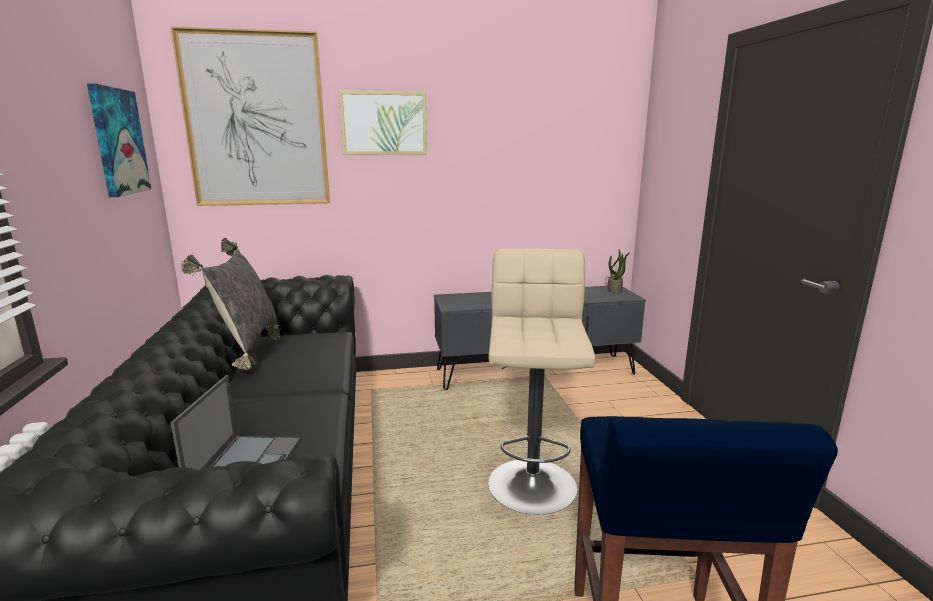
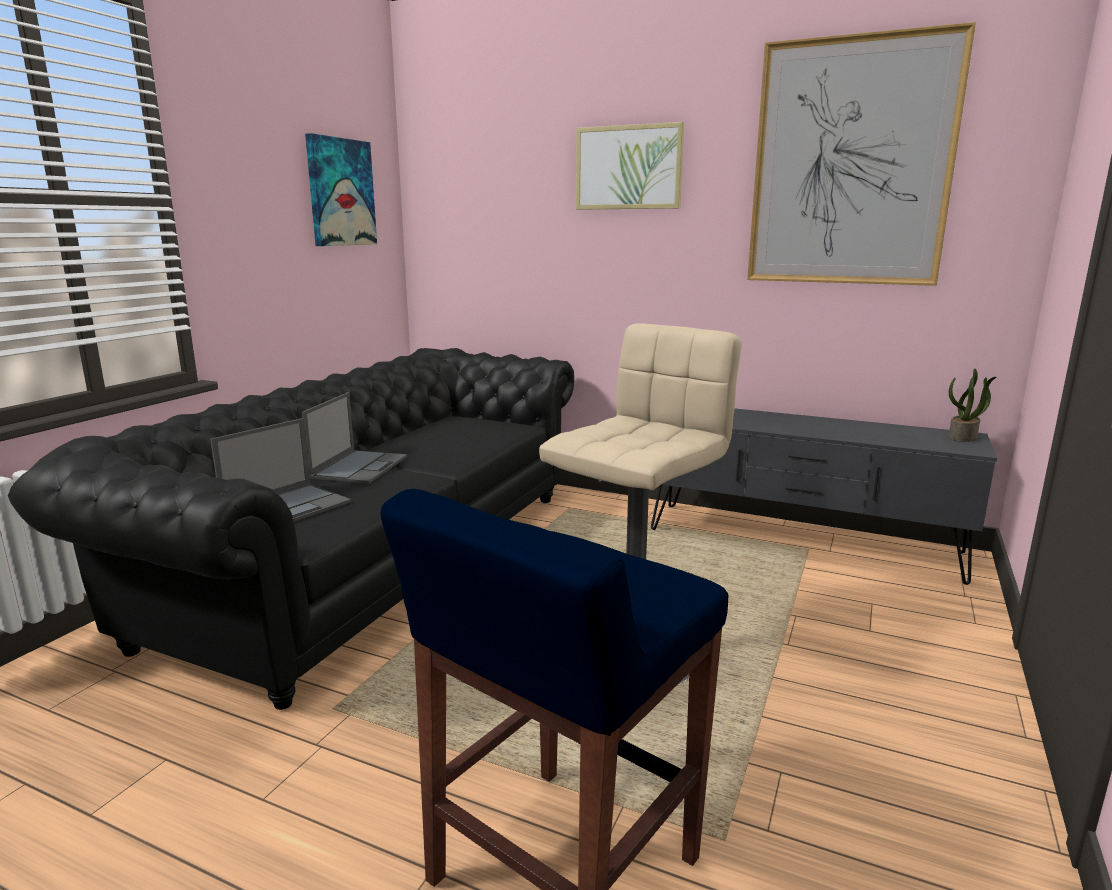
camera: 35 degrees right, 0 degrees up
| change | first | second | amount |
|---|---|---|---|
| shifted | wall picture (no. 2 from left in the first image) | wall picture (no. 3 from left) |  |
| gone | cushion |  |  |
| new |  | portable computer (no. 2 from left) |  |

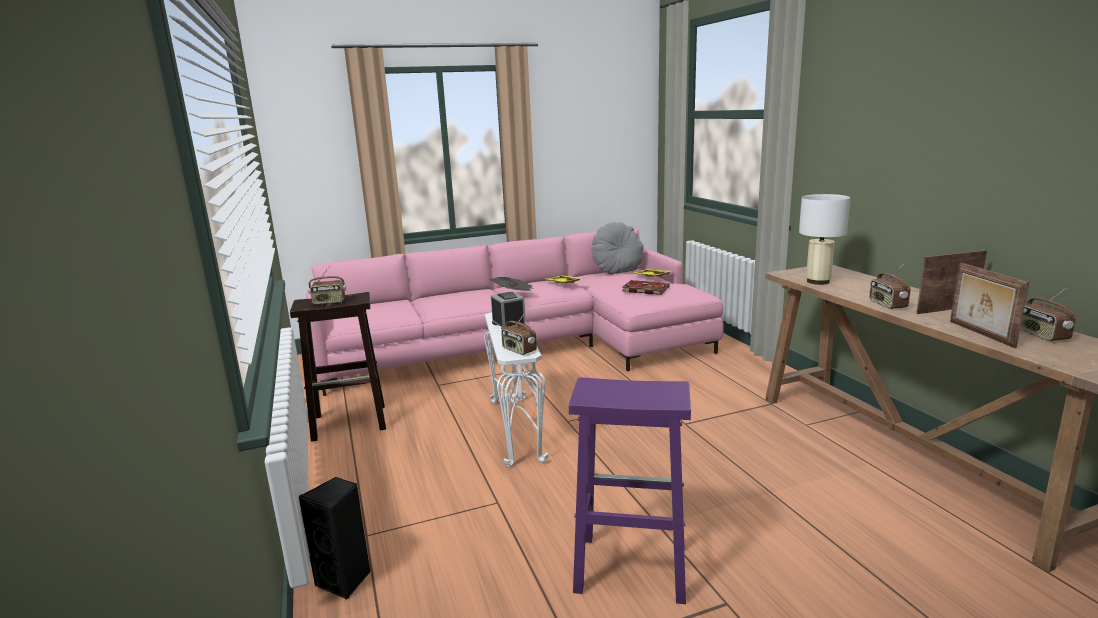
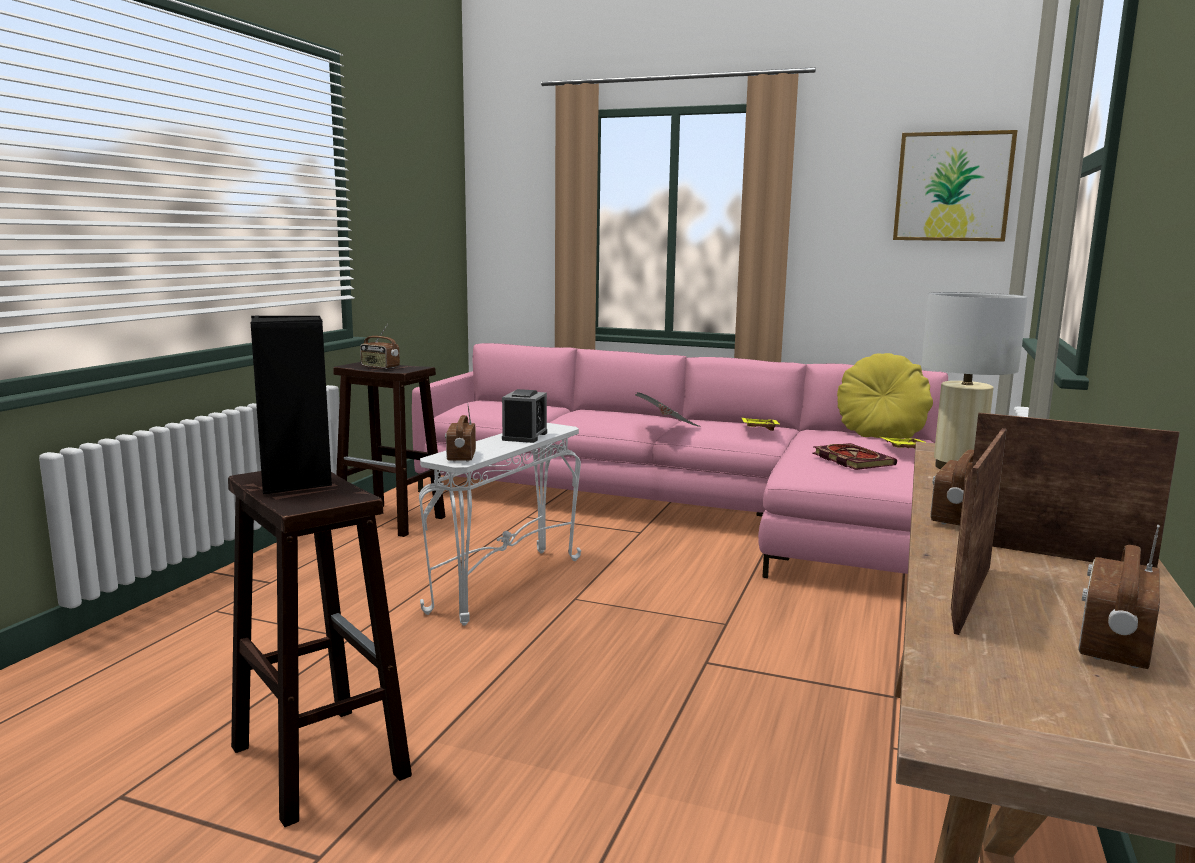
camera: 40 degrees right, 5 degrees down
| change | first | second | amount |
|---|---|---|---|
| shifted | speaker/blackish |  |  |
| repainted | sitting stool/purple-coloured | sitting stool/brown-coloured (no. 1 from left) |  |
| repainted | cushion/greyish | cushion/yellowish |  |
| new |  | wall picture |  |

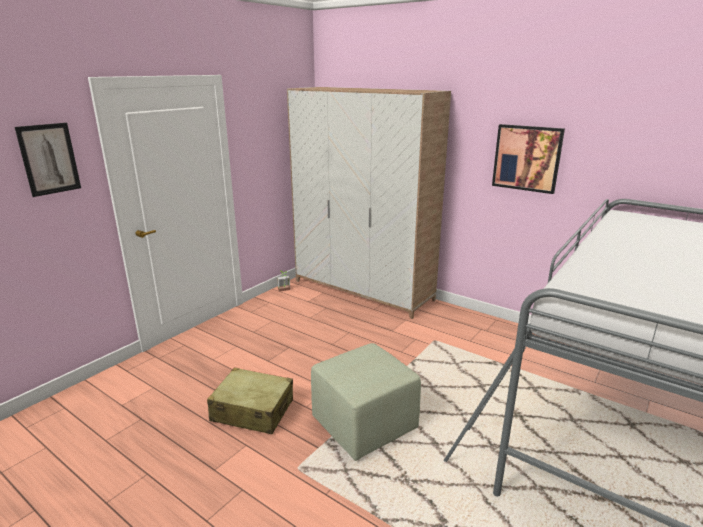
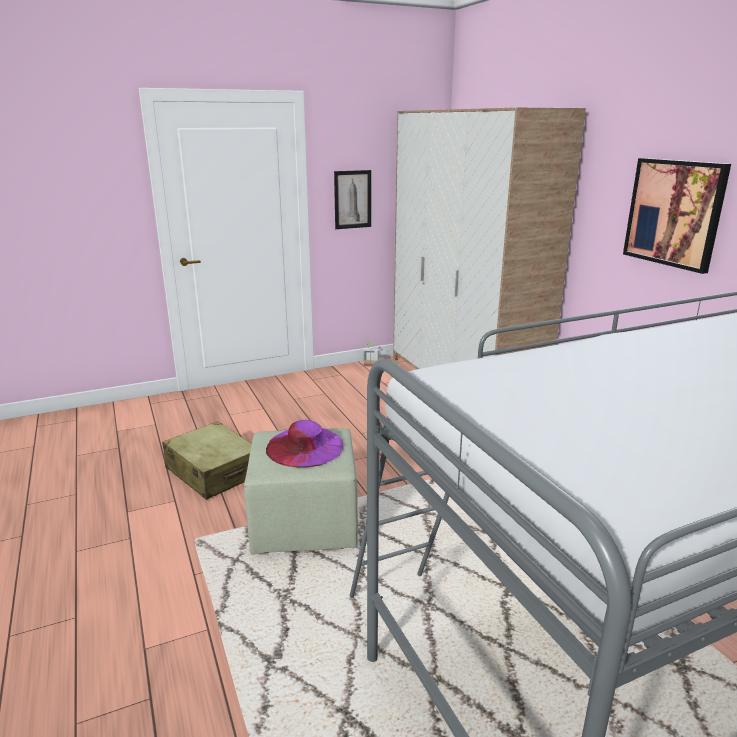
camera: 30 degrees right, 0 degrees up
| change | first | second | amount |
|---|---|---|---|
| shifted | wall picture (no. 1 from left) |  |  |
| new |  | hat/purple-coloured |  |

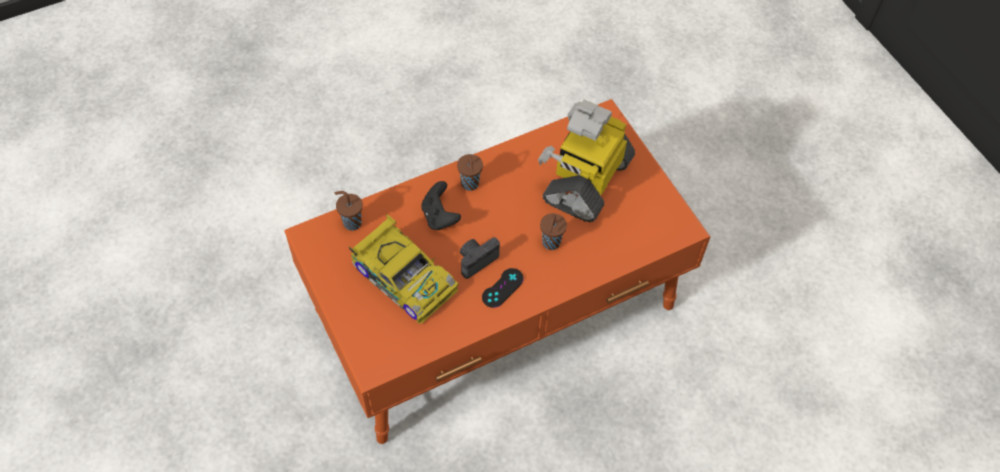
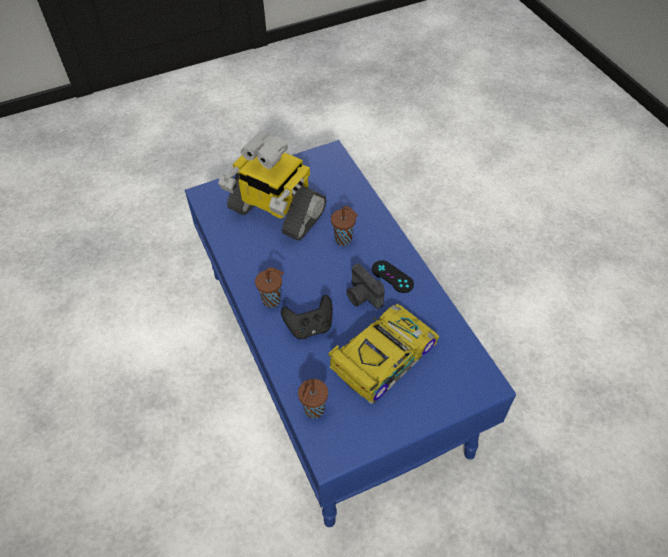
camera: 85 degrees left, 5 degrees down
| change | first | second | amount |
|---|---|---|---|
| repainted | coffee table/orange | coffee table/bluish |  |

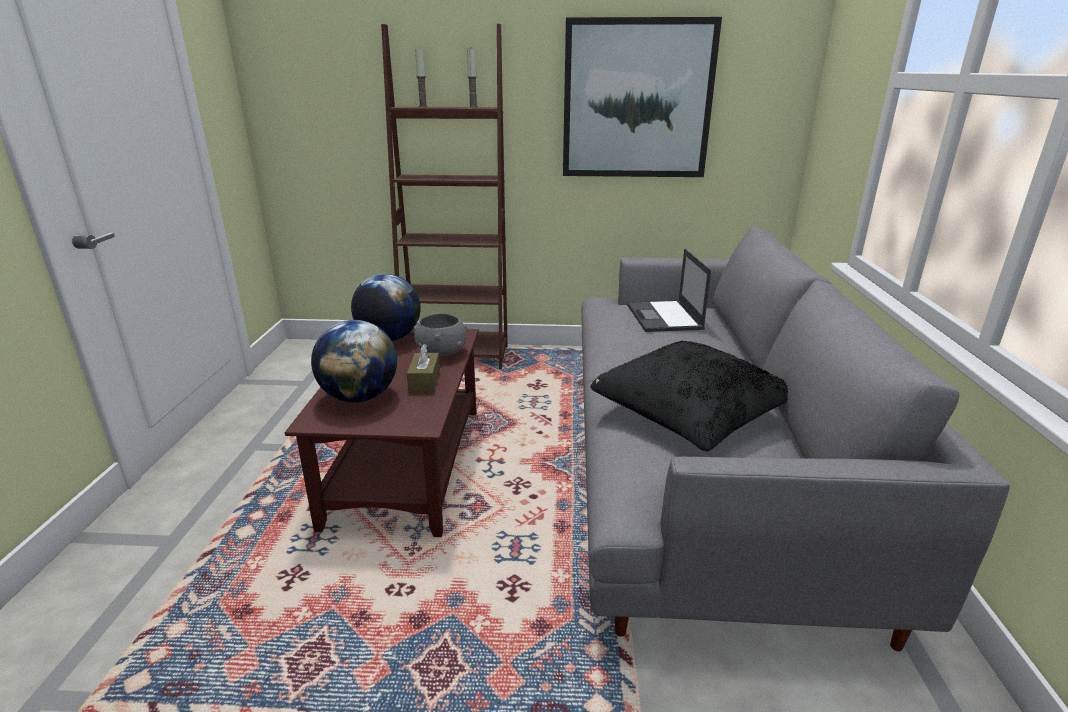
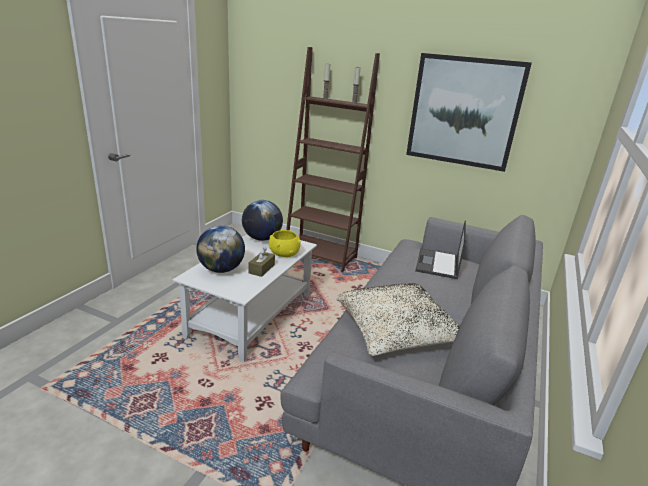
camera: 20 degrees right, 0 degrees up
| change | first | second | amount |
|---|---|---|---|
| repainted | coffee table/brown-coloured | coffee table/white-coloured |  |
| repainted | deep dish/greyish | deep dish/yellowish |  |
| repainted | cushion/blackish | cushion/sand-coloured |  |

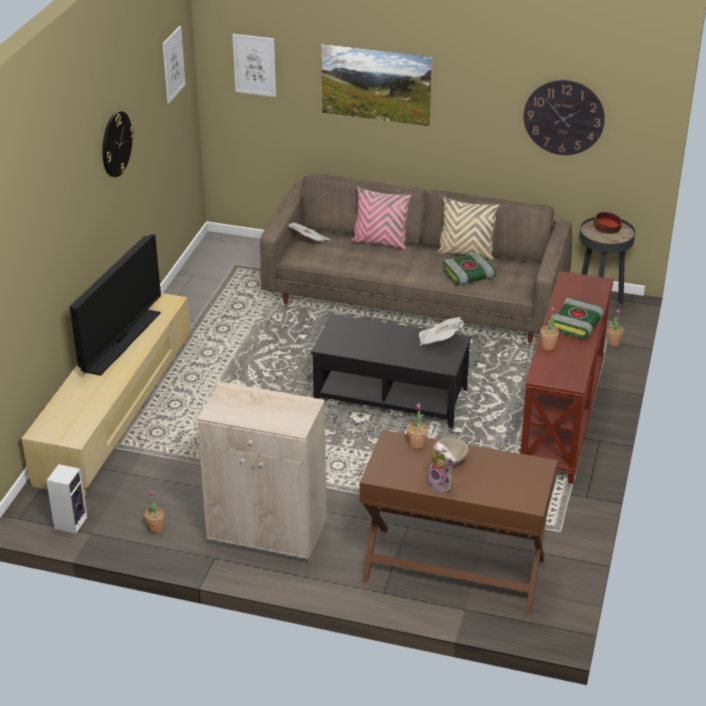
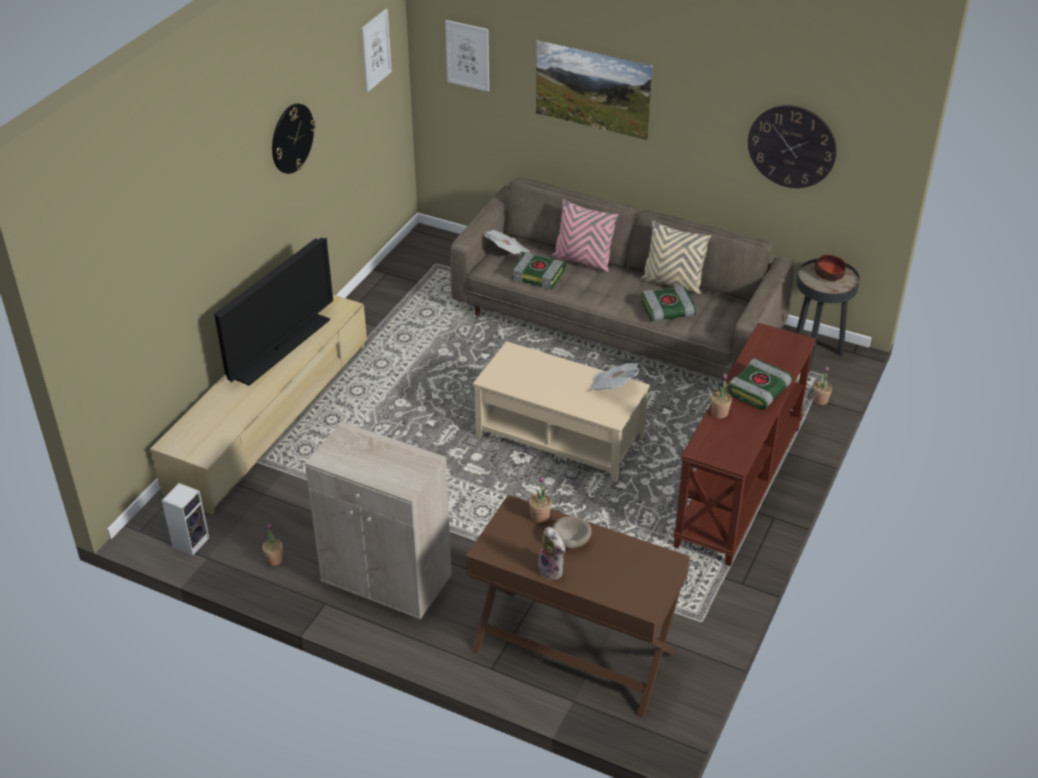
camera: 10 degrees right, 5 degrees up
| change | first | second | amount |
|---|---|---|---|
| repainted | coffee table/blackish | coffee table/sand-coloured |  |
| new |  | bound book (no. 1 from left) |  |

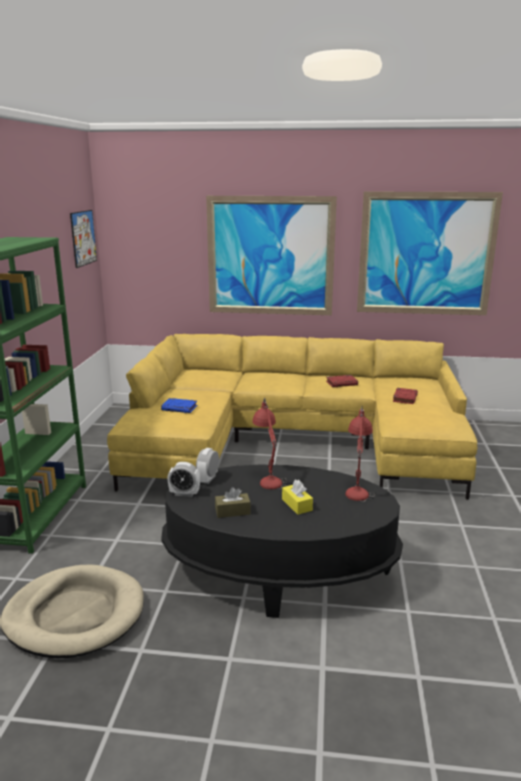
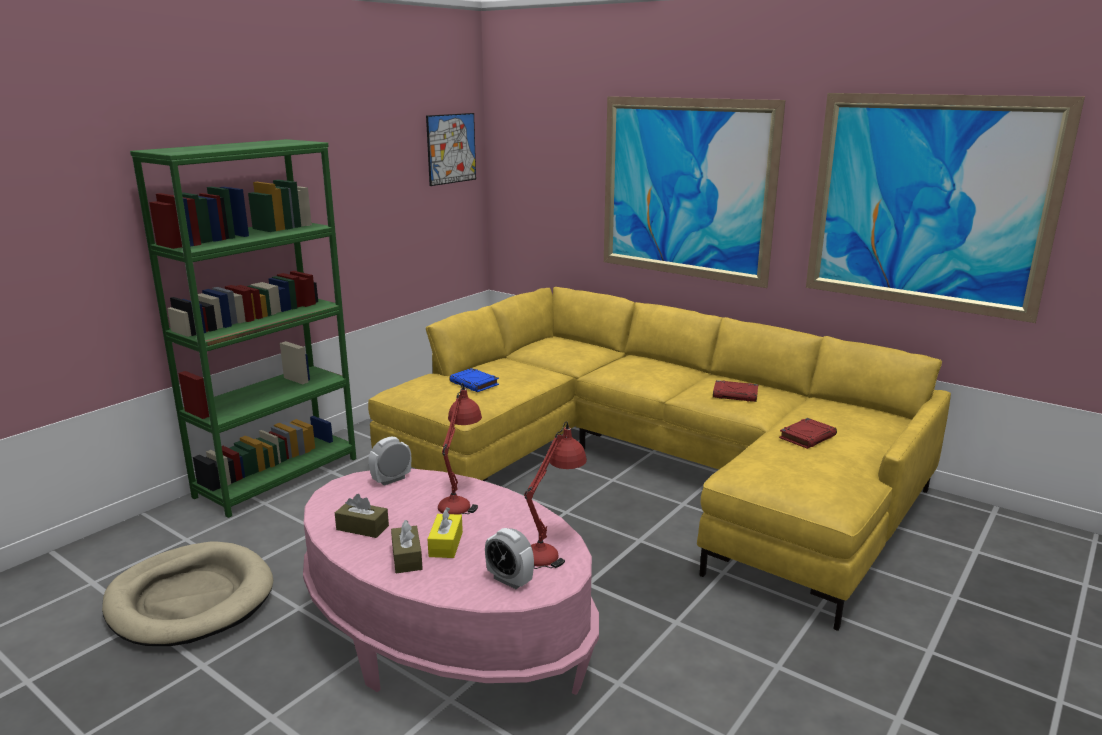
camera: 30 degrees right, 0 degrees up
| change | first | second | amount |
|---|---|---|---|
| repainted | coffee table/blackish | coffee table/pink-coloured |  |
| shifted | alarm clock (no. 1 from left in the first image) | alarm clock (no. 2 from left) |  |
| new |  | tissue box/brown-coloured (no. 2 from left) |  |

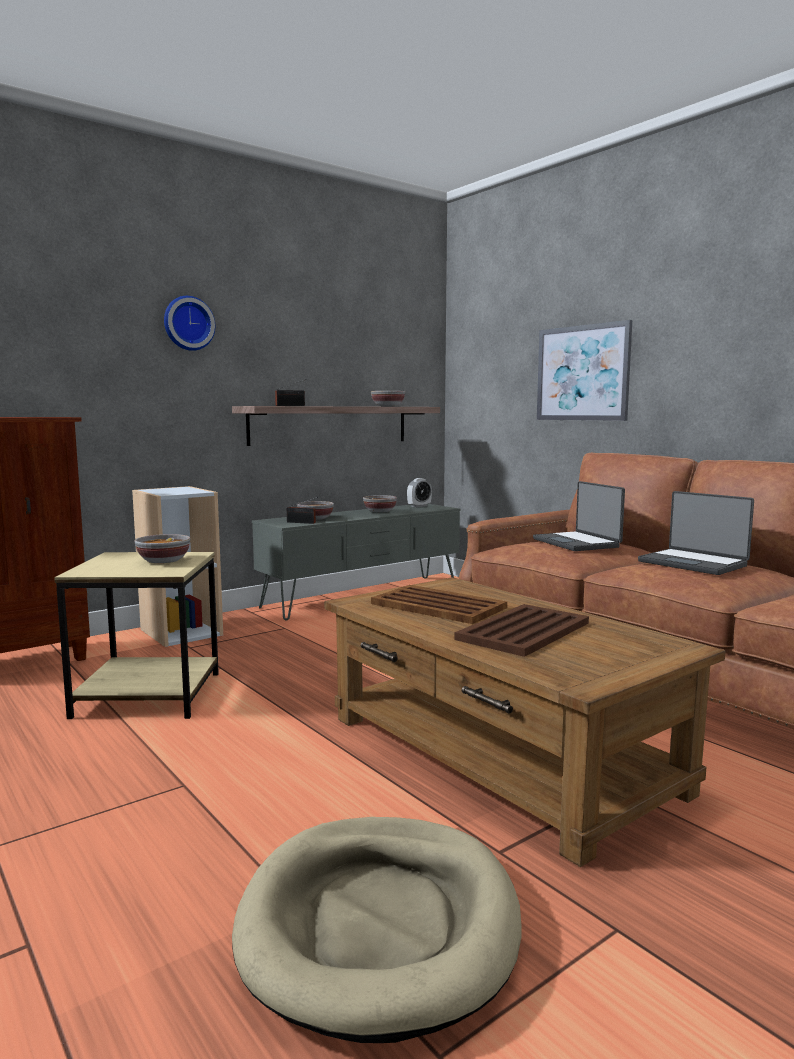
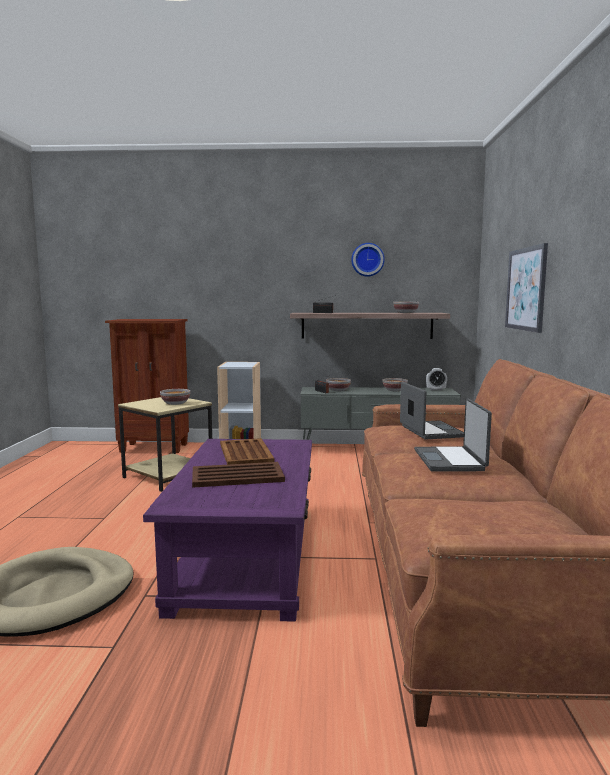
camera: 40 degrees right, 0 degrees up
| change | first | second | amount |
|---|---|---|---|
| shifted | wall clock |  |  |
| repainted | coffee table/brown-coloured | coffee table/purple-coloured |  |
| rotated | portable computer (no. 1 from left) |  | 150 degrees clockwise |

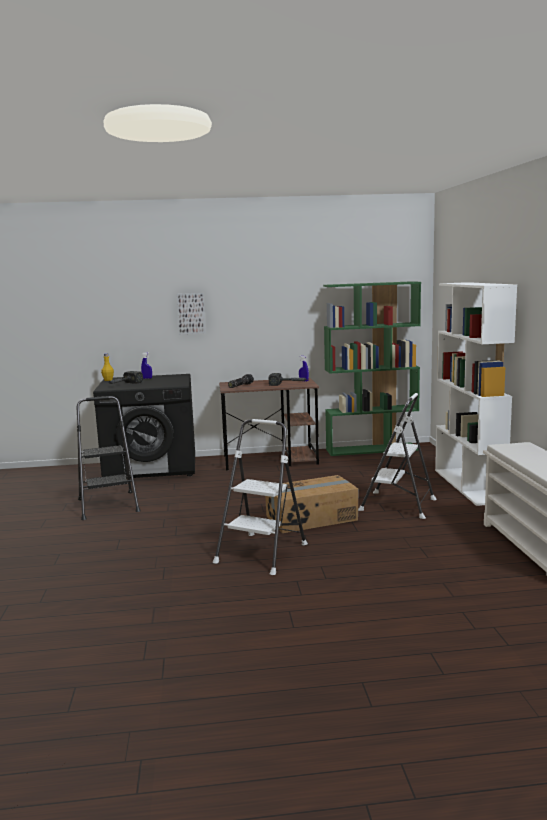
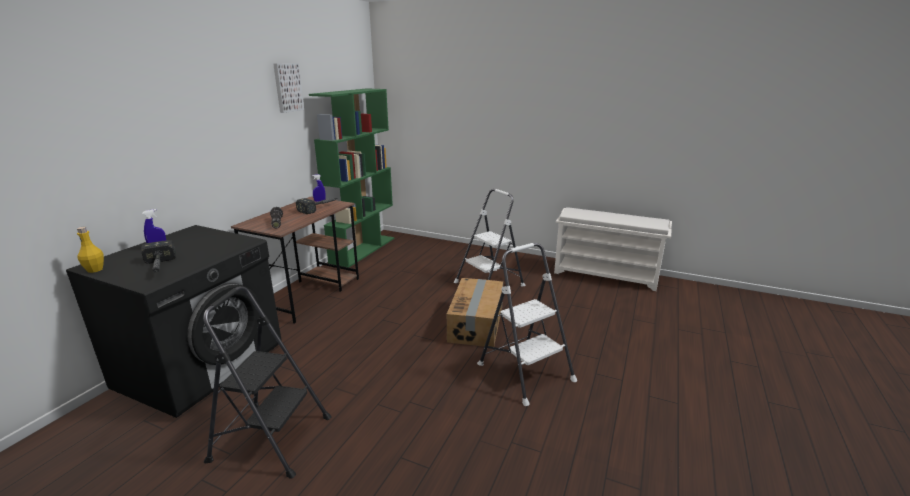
camera: 60 degrees left, 10 degrees up
| change | first | second | amount |
|---|---|---|---|
| shifted | wall picture |  |  |
| gone | bookcase/white-coloured |  |  |

